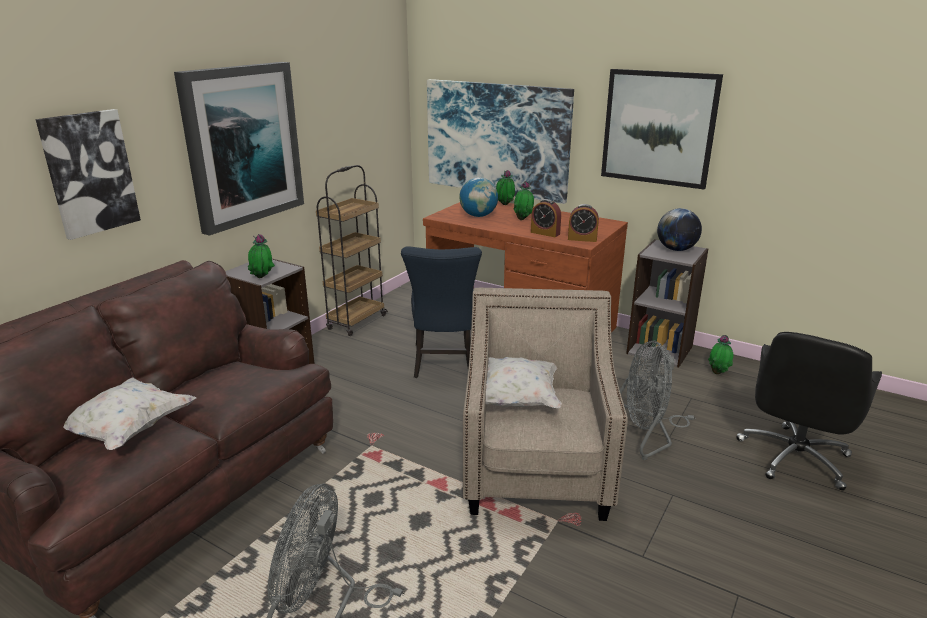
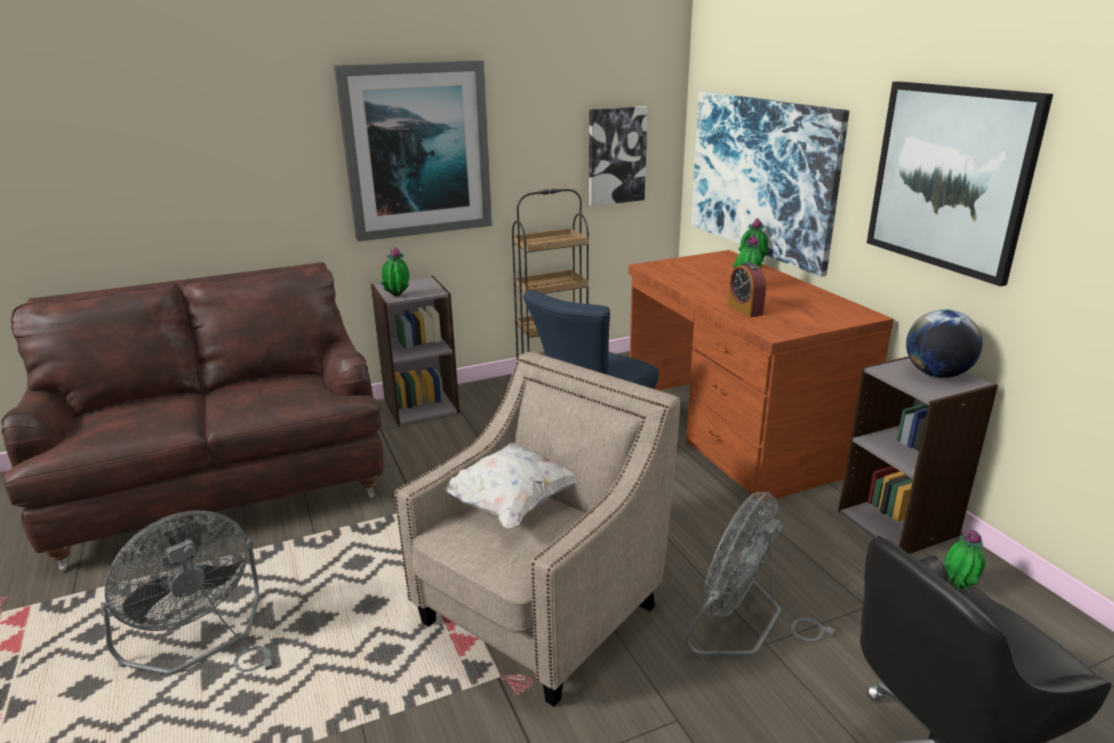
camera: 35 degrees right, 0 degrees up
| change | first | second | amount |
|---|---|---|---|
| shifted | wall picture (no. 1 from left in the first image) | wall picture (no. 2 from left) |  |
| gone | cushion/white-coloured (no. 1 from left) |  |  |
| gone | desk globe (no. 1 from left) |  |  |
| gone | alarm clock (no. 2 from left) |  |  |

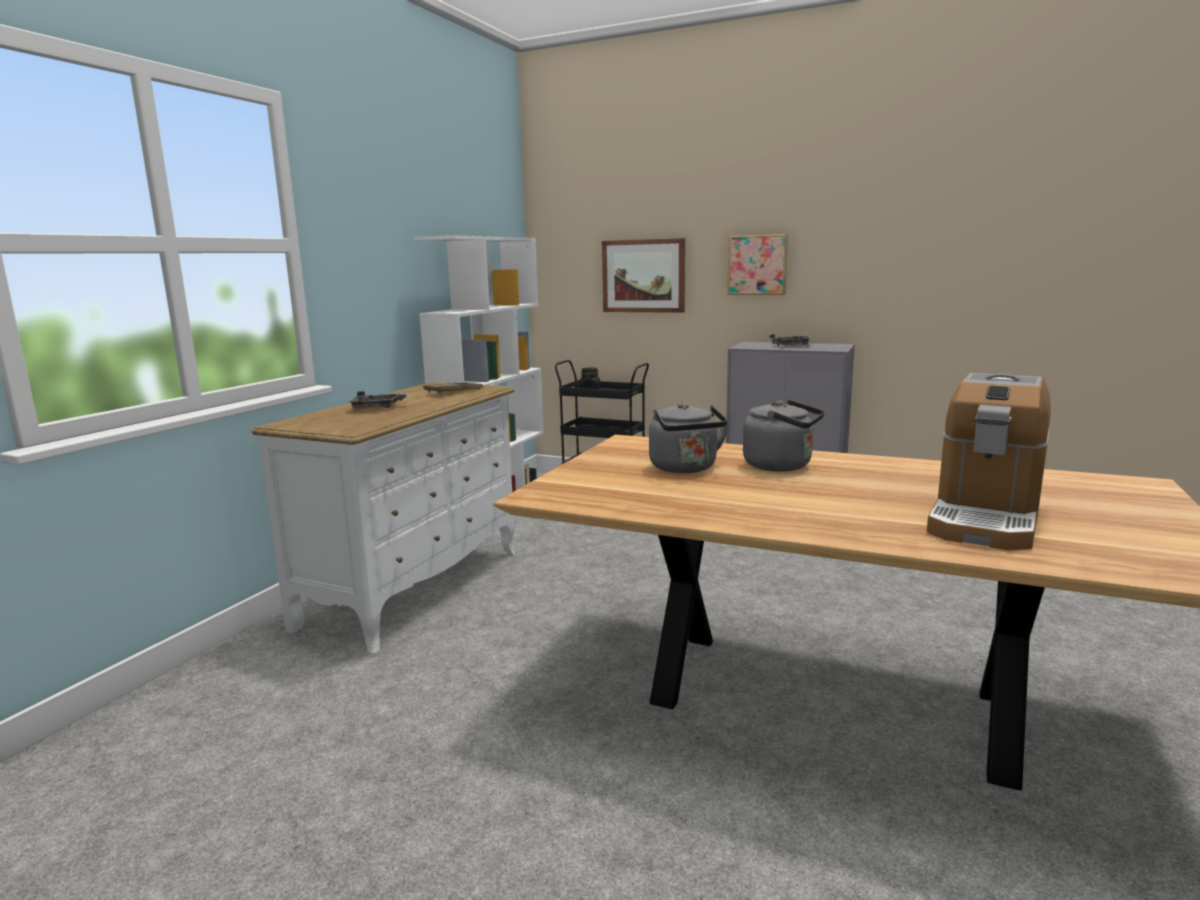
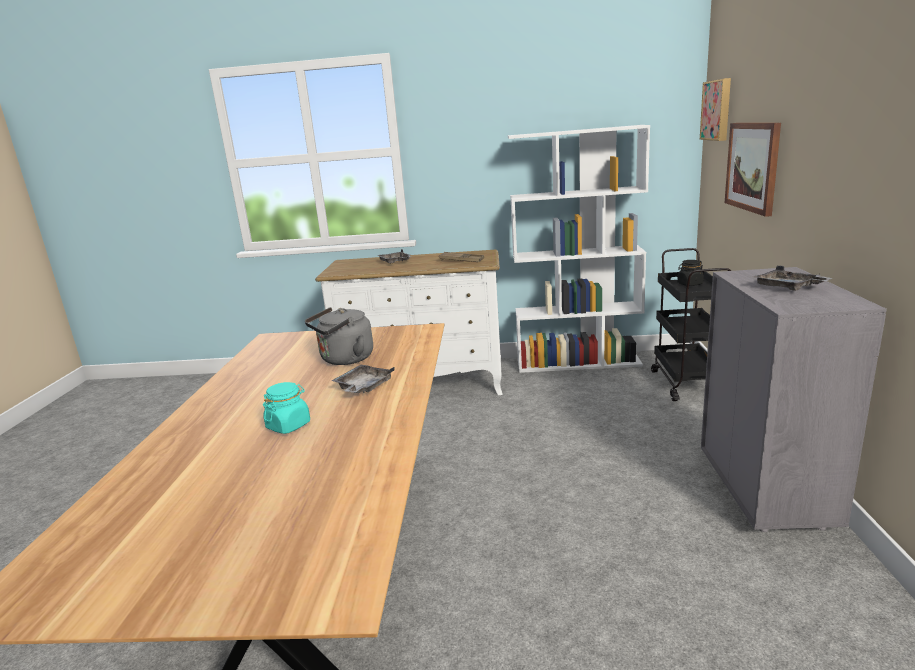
camera: 70 degrees right, 5 degrees up
| change | first | second | amount |
|---|---|---|---|
| shifted | wall picture (no. 2 from left in the first image) | wall picture (no. 1 from left) |  |
| swapped | water kettle/greyish (no. 2 from left) | serving tray/greyish (no. 1 from left) |  |
| gone | coffee maker |  |  |
| new |  | preserve jar/turquoise |  |

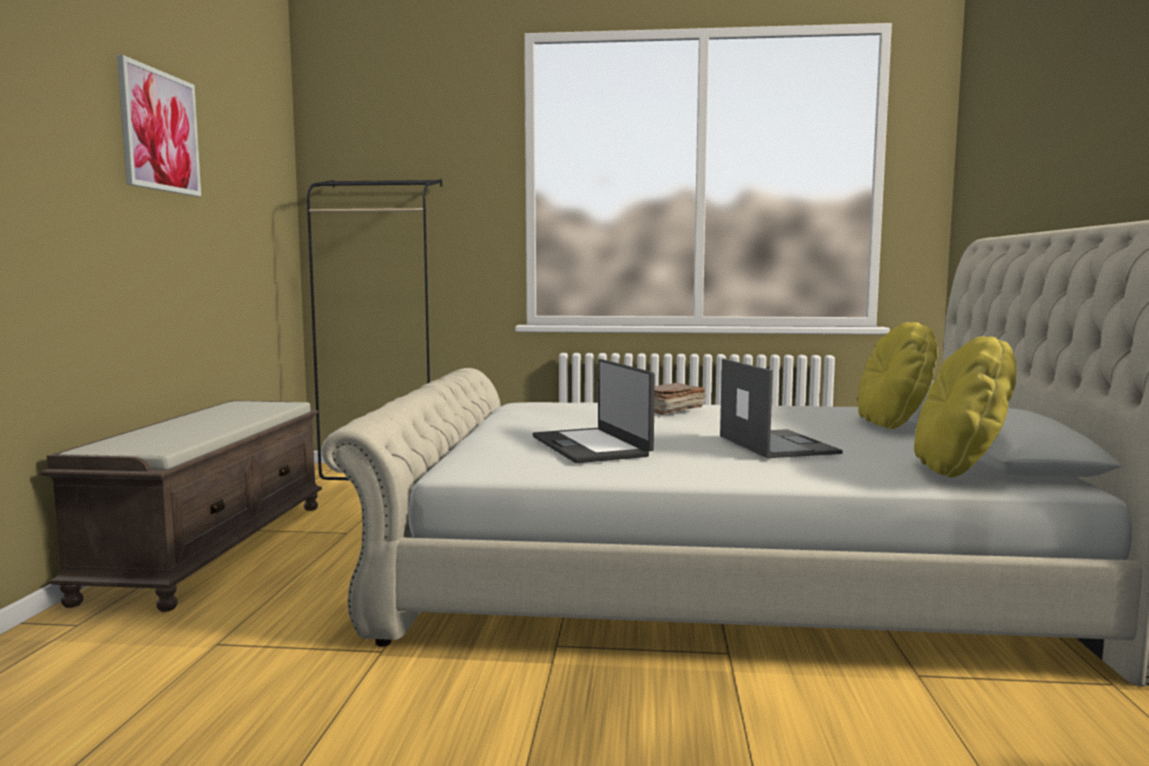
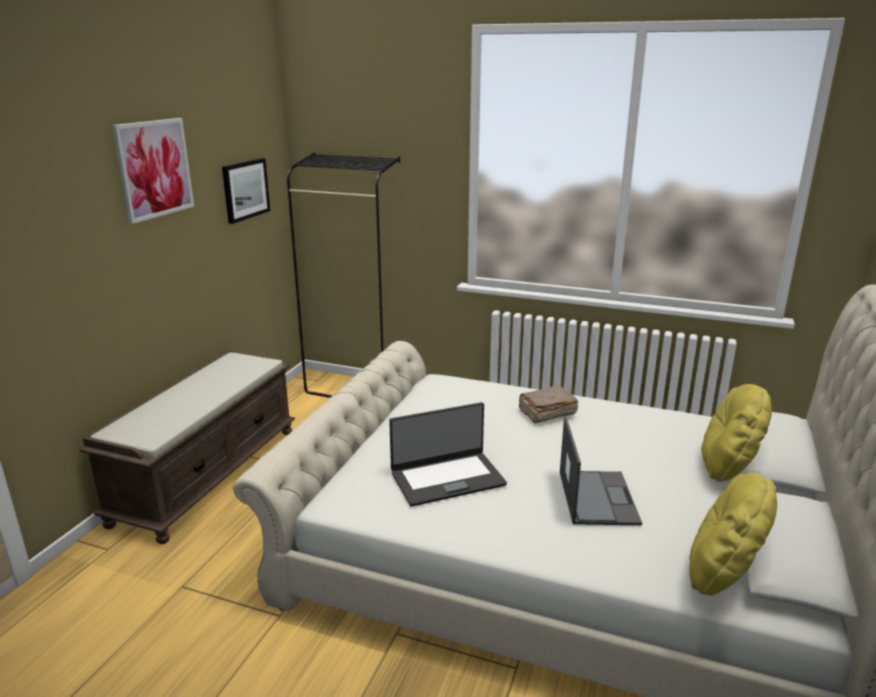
camera: 15 degrees right, 15 degrees up
| change | first | second | amount |
|---|---|---|---|
| rotated | portable computer (no. 1 from left) |  | 105 degrees counterclockwise |
| new |  | wall picture (no. 2 from left) |  |

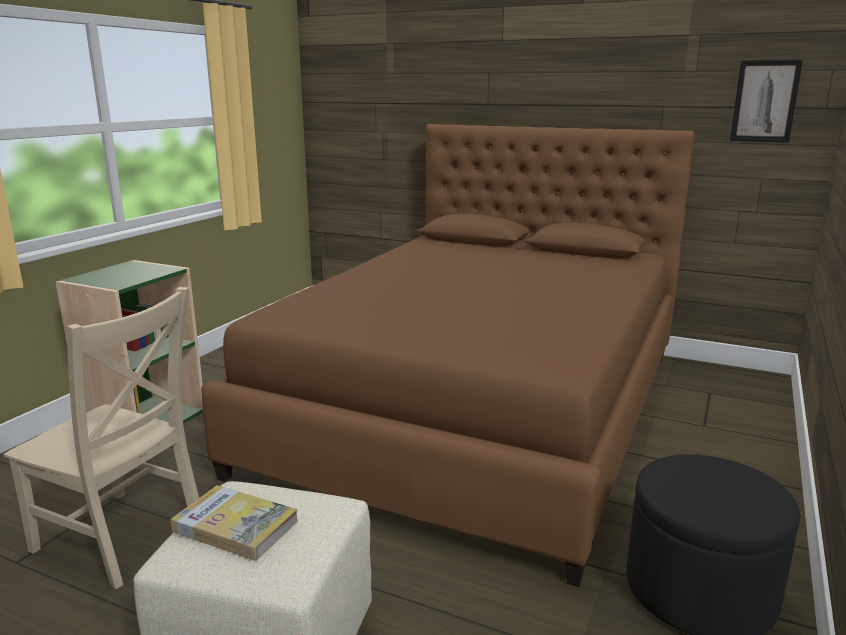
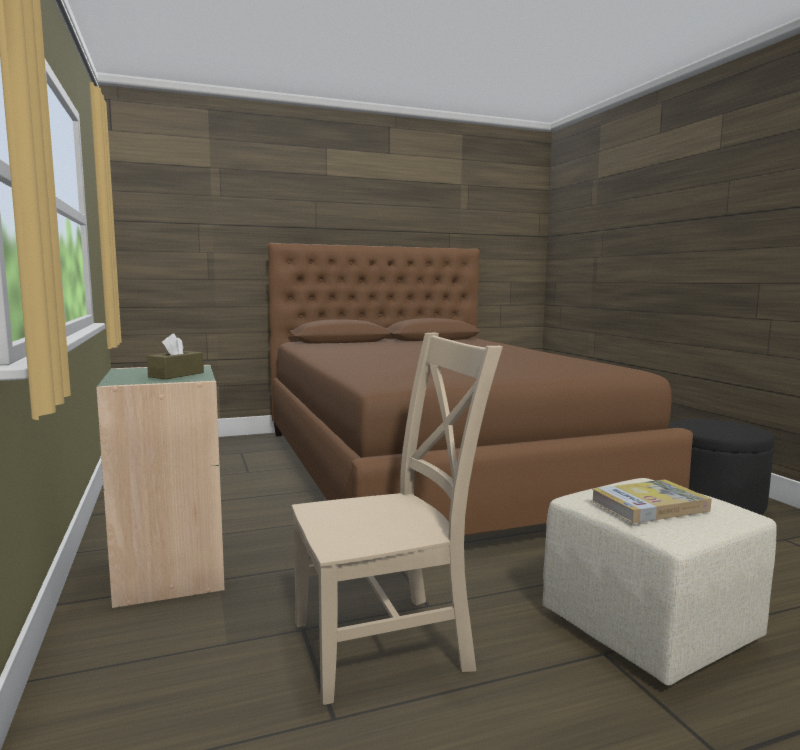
camera: 45 degrees left, 10 degrees down
| change | first | second | amount |
|---|---|---|---|
| gone | wall picture |  |  |
| new |  | tissue box/brown-coloured |  |

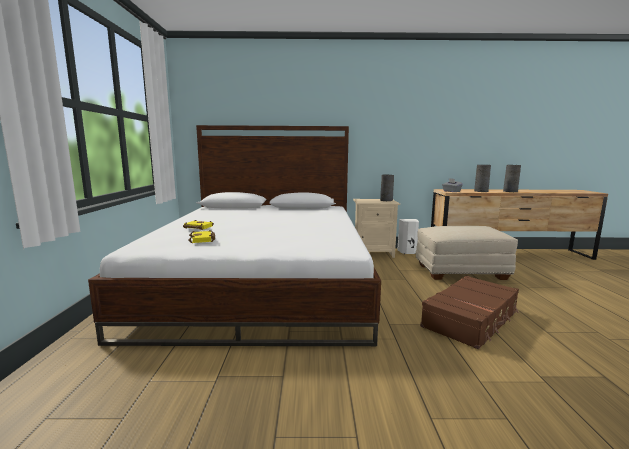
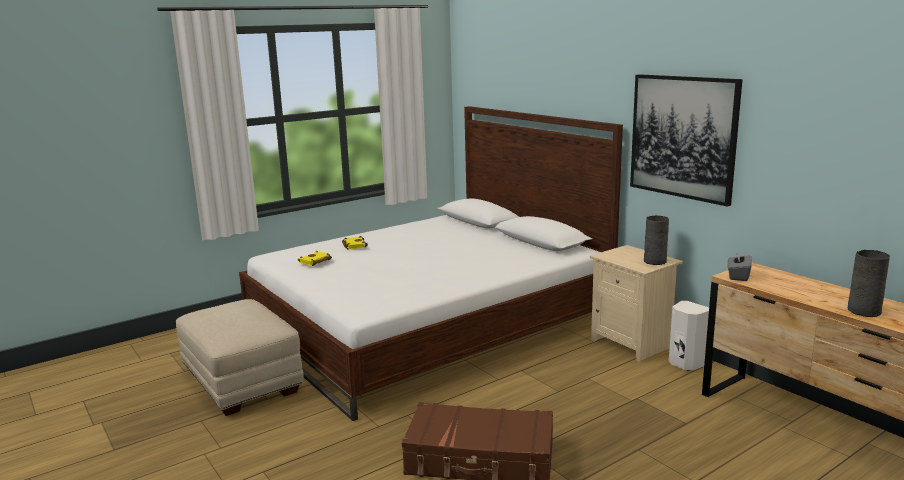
camera: 55 degrees right, 5 degrees up
| change | first | second | amount |
|---|---|---|---|
| shifted | footrest/sand-coloured |  |  |
| gone | flower vase/greyish (no. 2 from left) |  |  |
| new |  | wall picture |  |

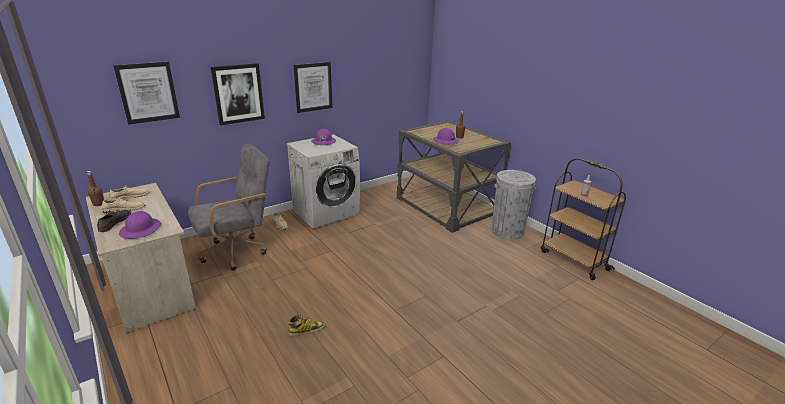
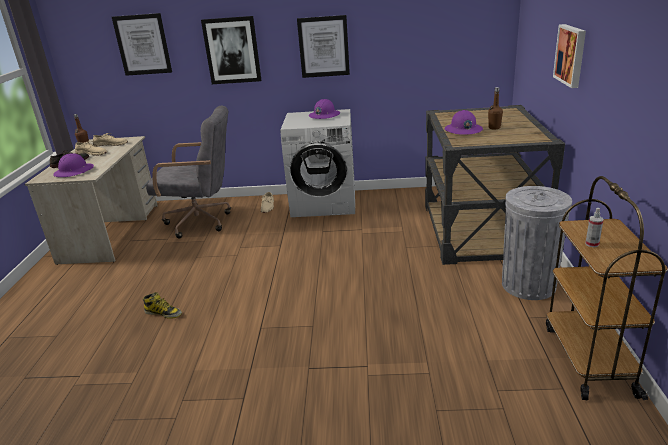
camera: 40 degrees right, 0 degrees up
| change | first | second | amount |
|---|---|---|---|
| new |  | wall picture (no. 4 from left) |  |

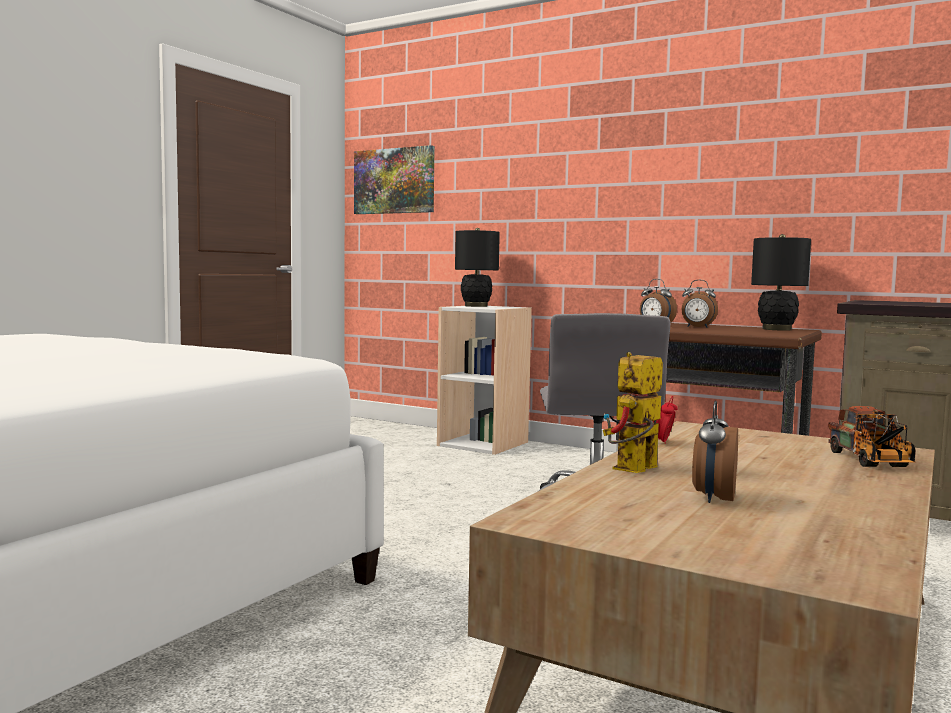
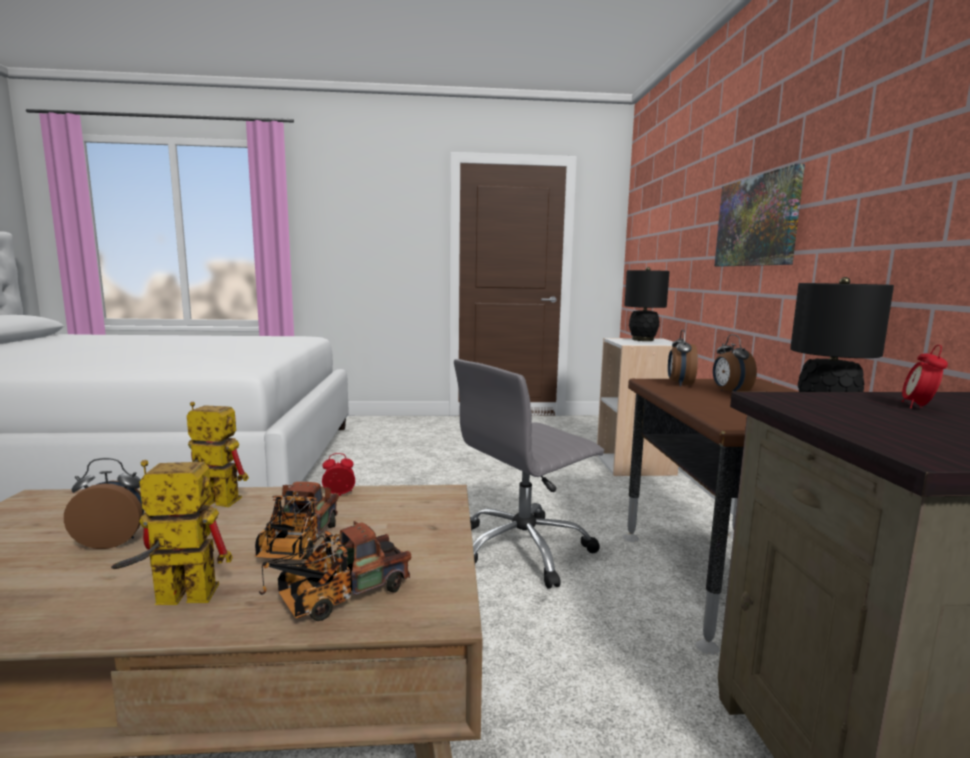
camera: 55 degrees right, 5 degrees up
| change | first | second | amount |
|---|---|---|---|
| shifted | wall picture |  |  |
| new |  | model robot (no. 1 from left) |  |
| new |  | model truck (no. 1 from left) |  |
| new |  | alarm clock (no. 5 from left) |  |

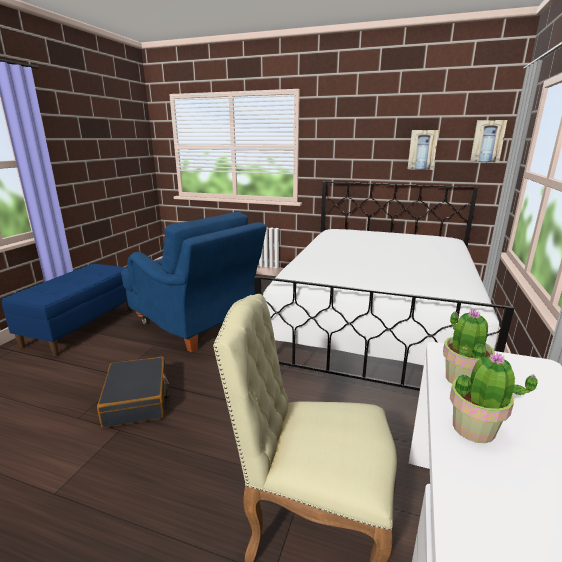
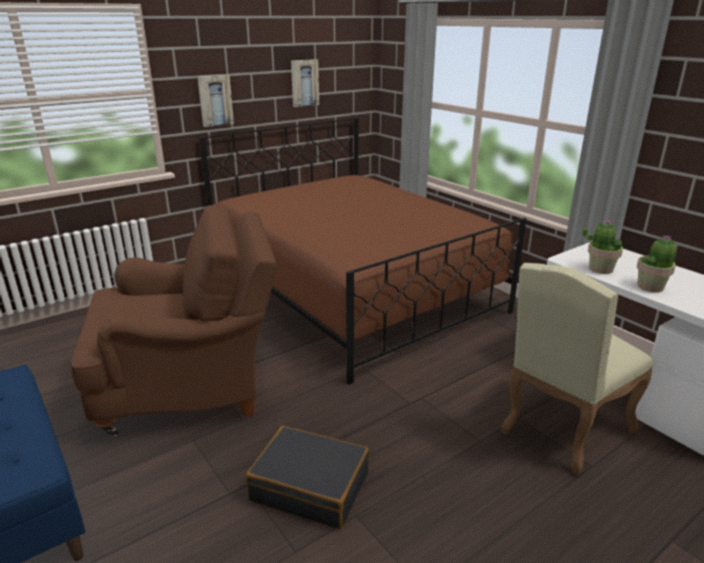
camera: 55 degrees left, 5 degrees up
| change | first | second | amount |
|---|---|---|---|
| repainted | armchair/bluish | armchair/brown-coloured |  |
| repainted | sleeping bed/white-coloured | sleeping bed/brown-coloured |  |
| shifted | wall picture (no. 2 from left in the first image) | wall picture (no. 1 from left) |  |

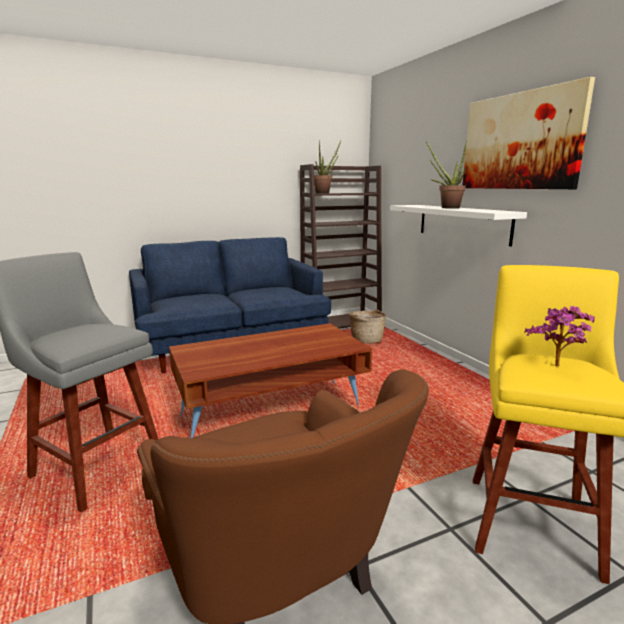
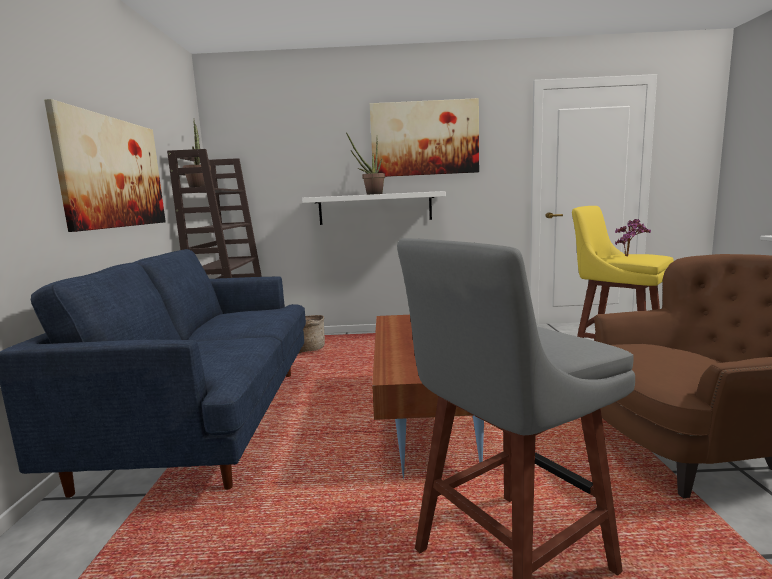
camera: 65 degrees left, 5 degrees down
| change | first | second | amount |
|---|---|---|---|
| new |  | wall picture (no. 1 from left) |  |

